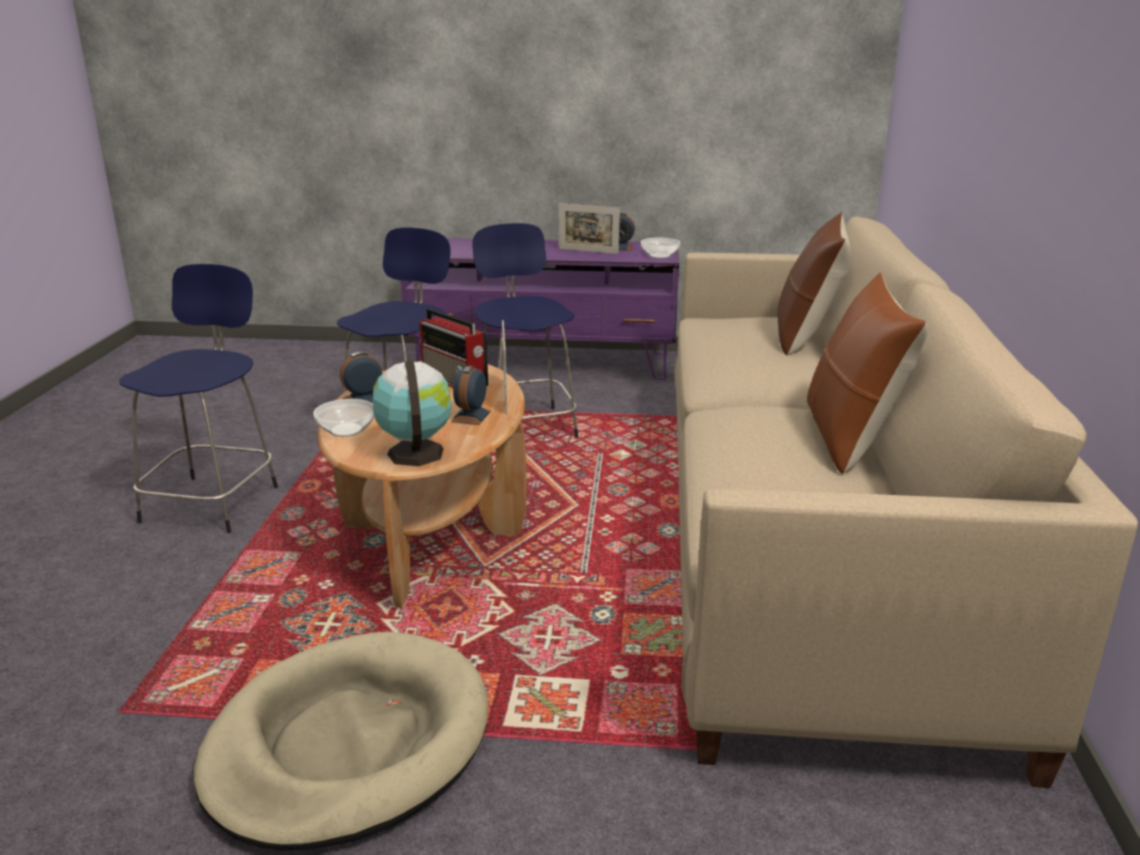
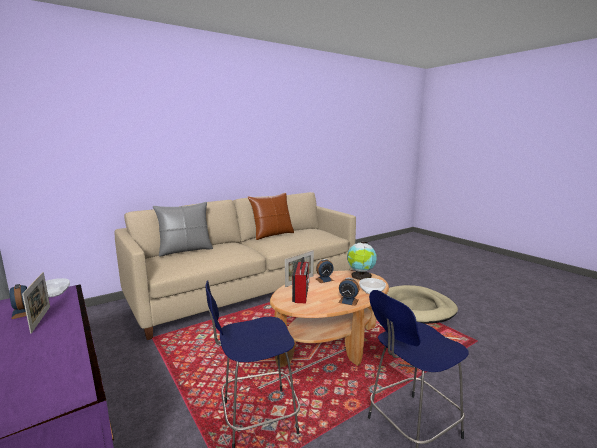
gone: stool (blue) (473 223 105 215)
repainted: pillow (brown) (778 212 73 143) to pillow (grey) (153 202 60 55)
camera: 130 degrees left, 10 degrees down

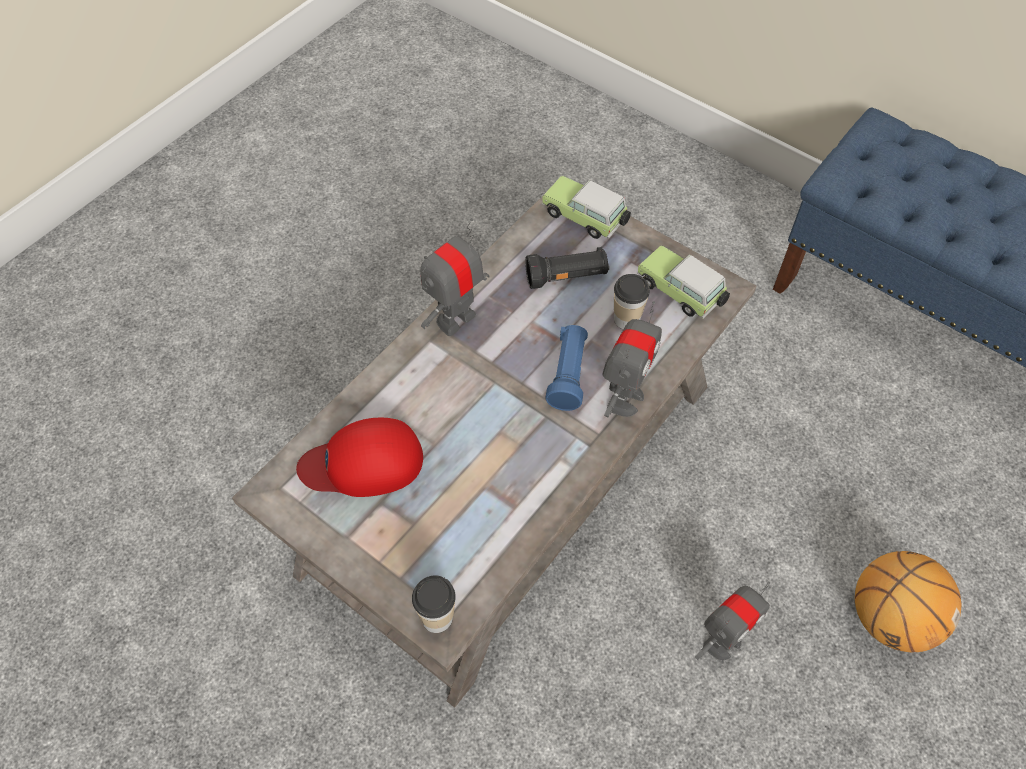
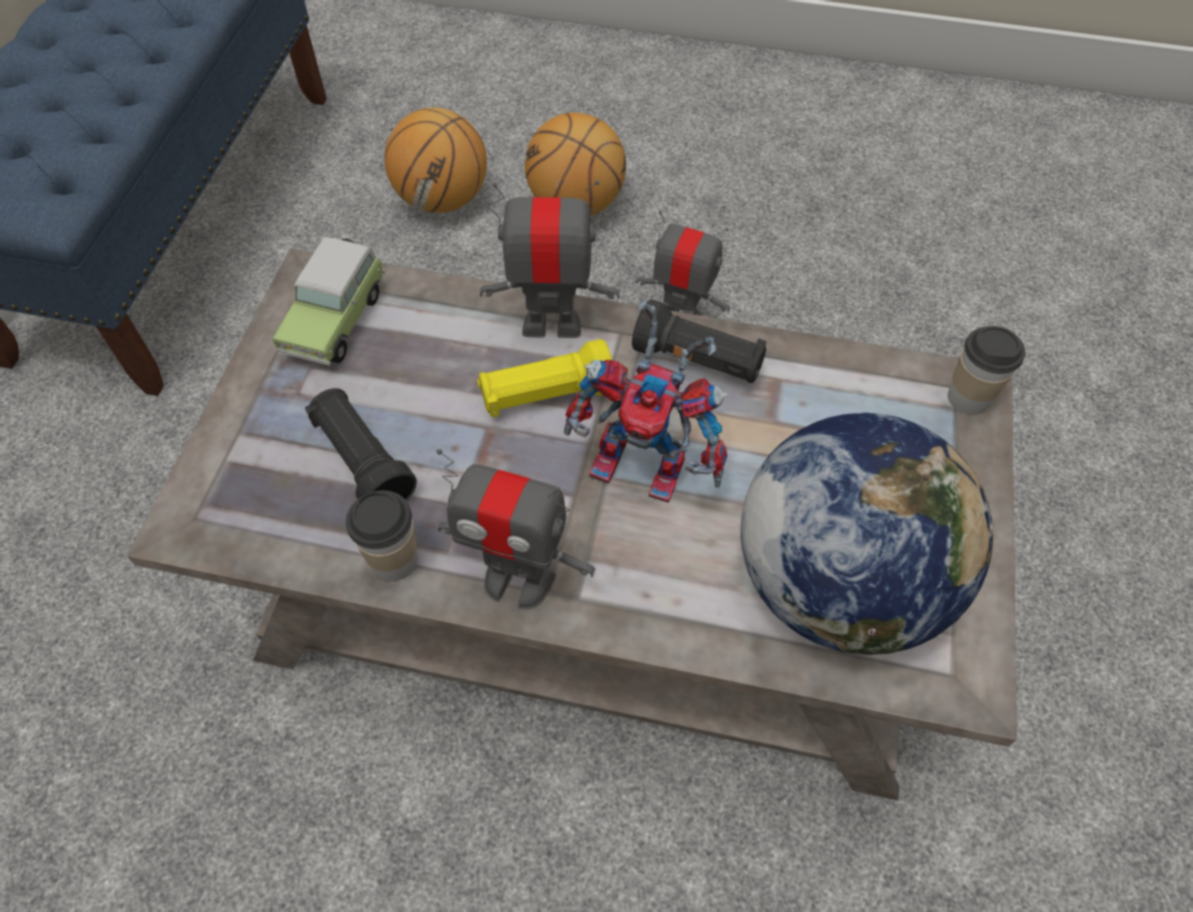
gone: toy car (542 176 89 63)
new: basketball (384 107 103 106); toy robot (564 301 164 202); flashlight (black) (632 299 135 84)
shifted: cup (614 274 36 55) to (346 490 72 91)
swapped: cap (red) (296 418 127 79) to globe (741 413 254 242)
repainted: flashlight (blue) (545 325 43 86) to flashlight (yellow) (477 339 135 78)
camera: 115 degrees left, 0 degrees up

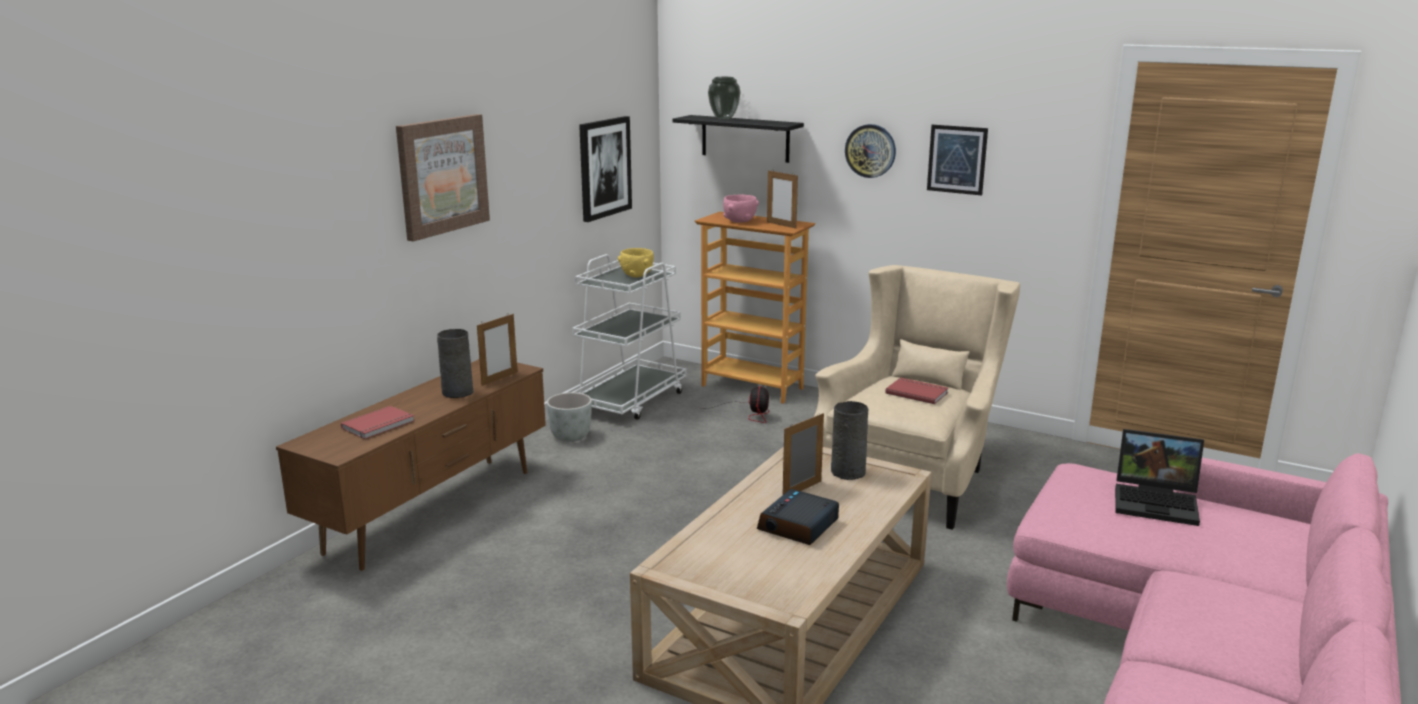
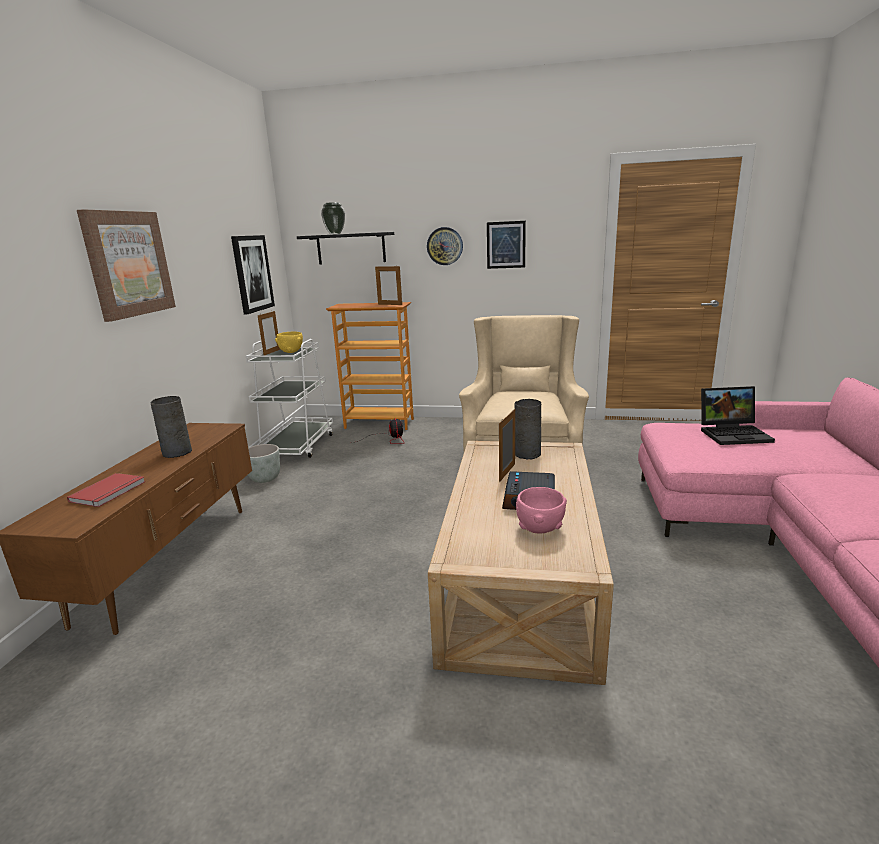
gone: book (red) (885 377 63 27)
shifted: picture frame (477 313 40 73) to (258 311 22 44); bowl (pink) (723 194 36 28) to (516 487 51 47)
camera: 20 degrees left, 0 degrees up

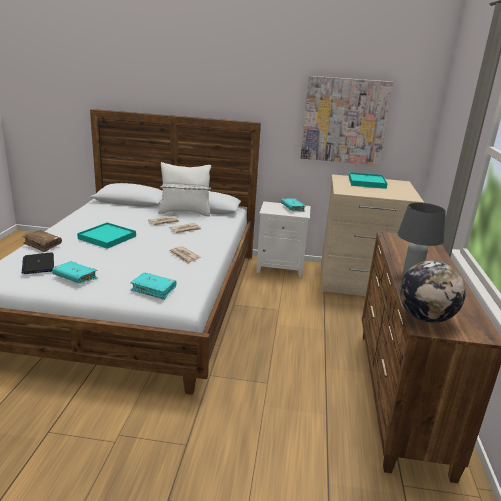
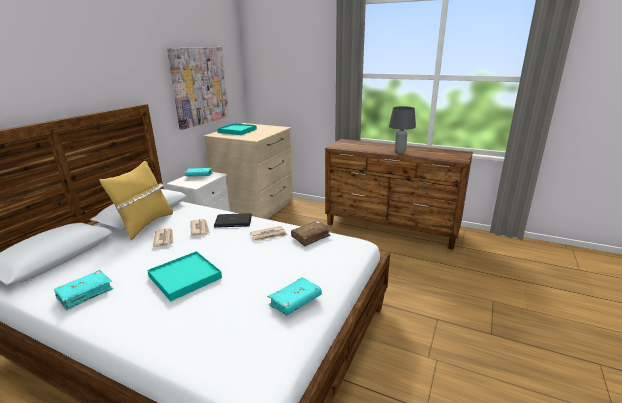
gone: globe (400 261 66 62)
shifted: book (brown) (22 230 40 22) to (291 221 40 25); laptop (22 252 32 22) to (214 213 38 15); book (turquoise) (130 272 47 28) to (54 270 59 40)
repainted: pillow (white) (158 162 53 55) to pillow (yellow) (99 161 74 79)
camera: 70 degrees left, 0 degrees up

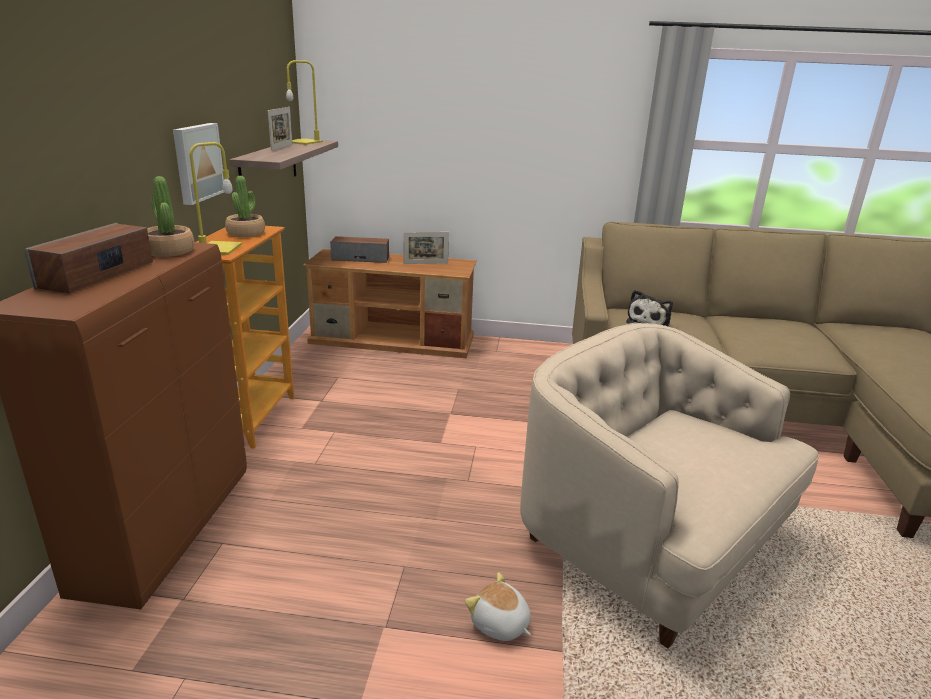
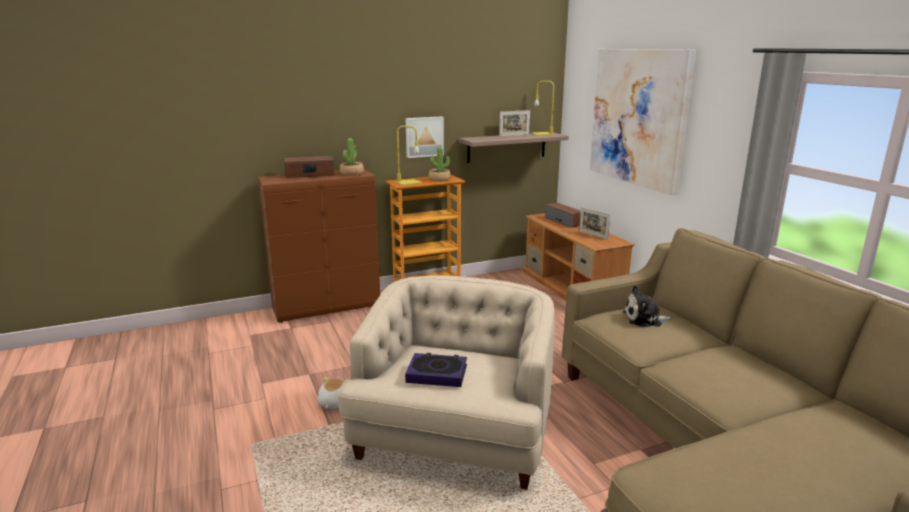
new: book (405 353 62 34); picture (590 49 106 146)
camera: 60 degrees right, 5 degrees down

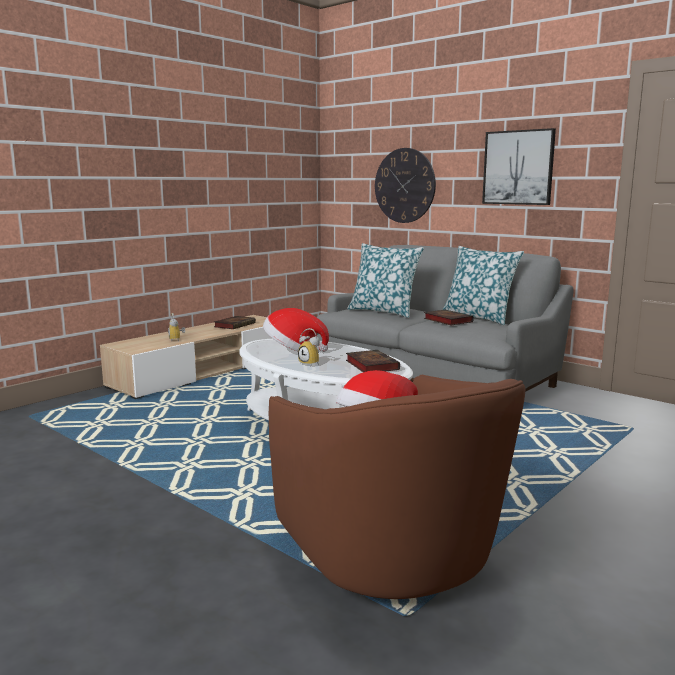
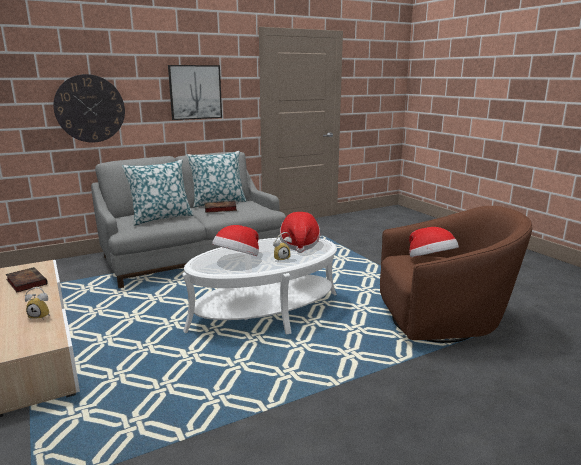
swapped: book (346 350 54 22) to hat (280 212 40 41)
camera: 70 degrees left, 5 degrees up

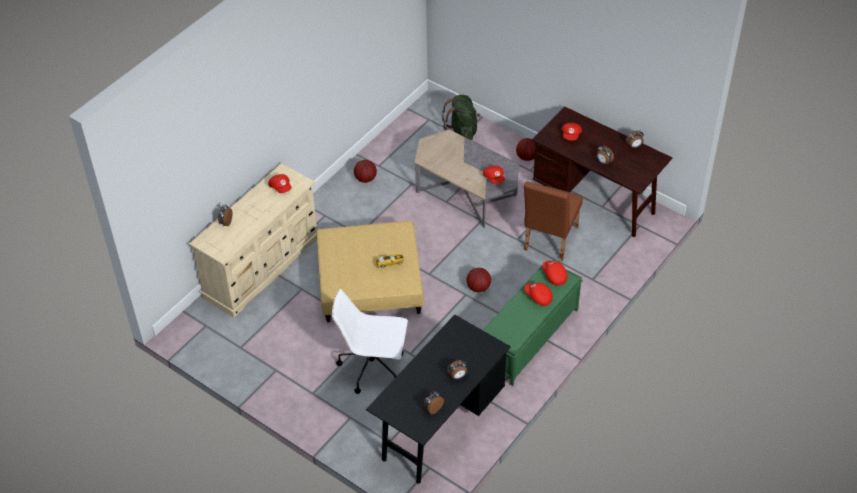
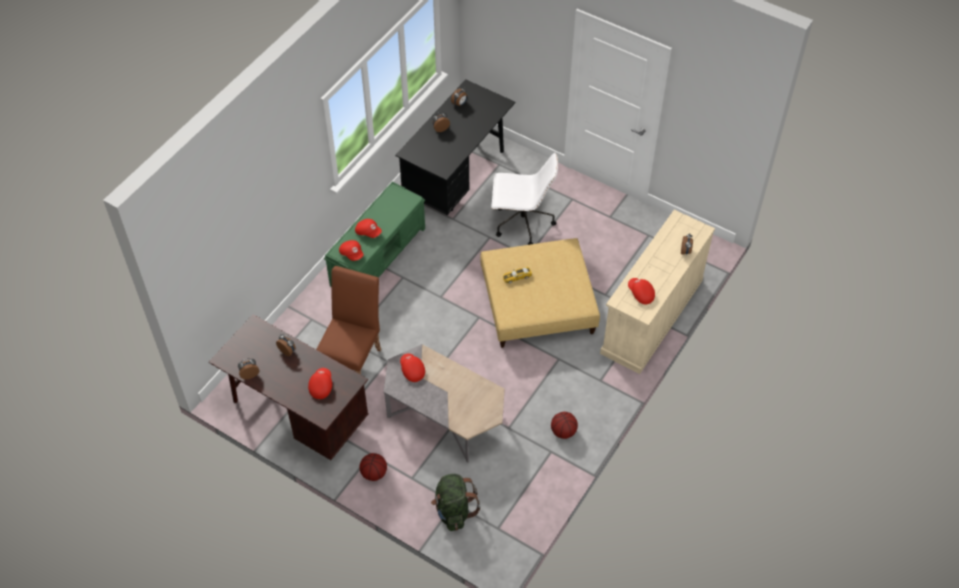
gone: basketball (466 268 25 24)
camera: 175 degrees right, 5 degrees up

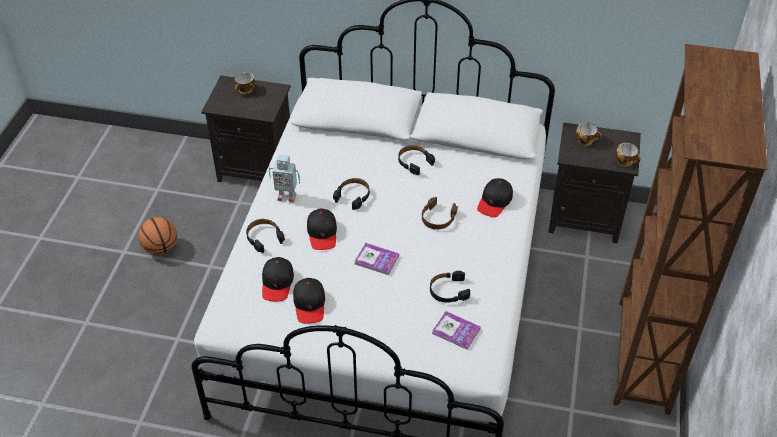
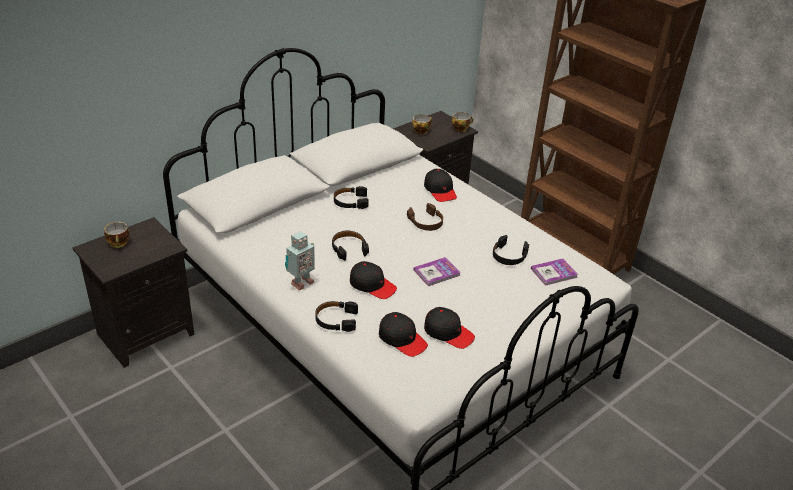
gone: basketball (138 217 39 38)
camera: 55 degrees left, 10 degrees down

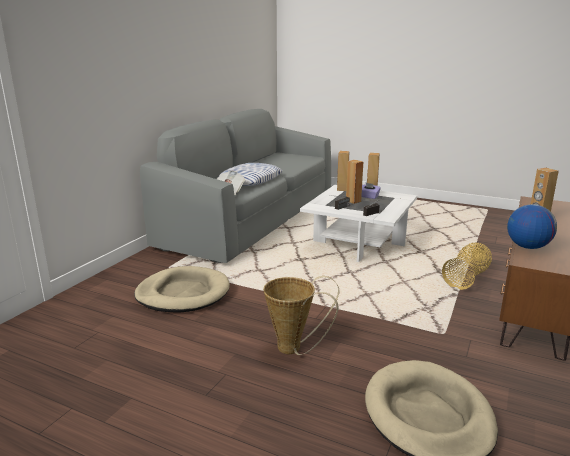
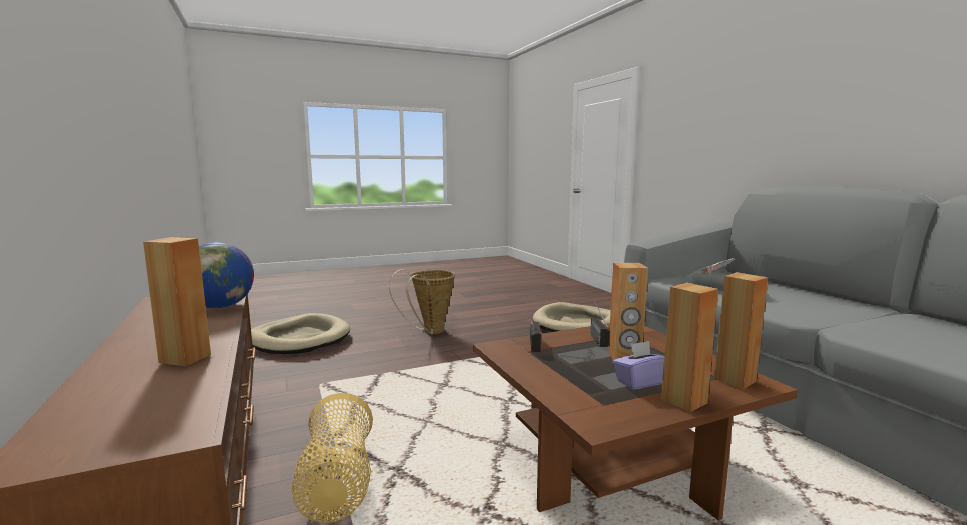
gone: pillow (218 163 64 23)
repainted: coffee table (white) (300 185 117 77) to coffee table (brown) (473 323 325 198)
camera: 130 degrees right, 10 degrees down

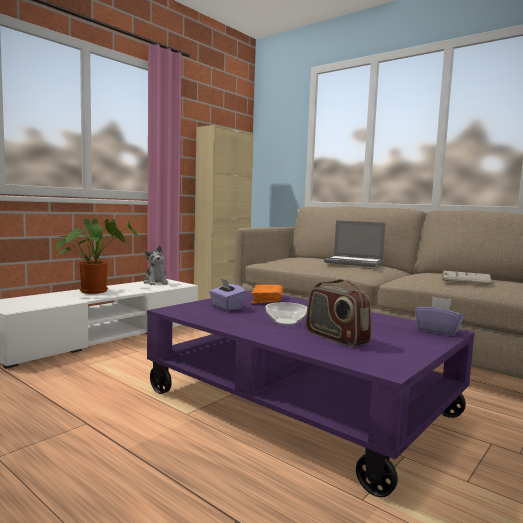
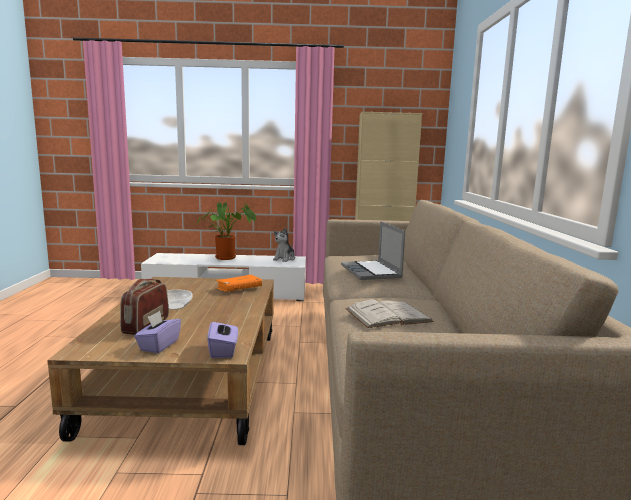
shifted: tissue box (purple) (209 278 38 33) to (134 311 47 42)
repainted: coffee table (purple) (147 291 328 206) to coffee table (brown) (47 277 227 168)
camera: 50 degrees right, 5 degrees up

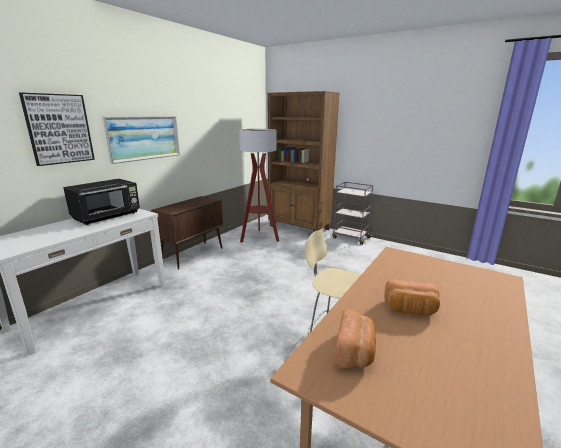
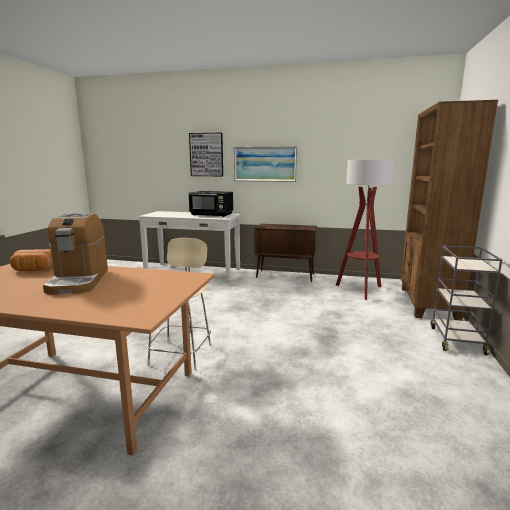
swapped: bread (384 280 56 35) to coffee machine (43 213 65 82)
camera: 70 degrees right, 5 degrees down

